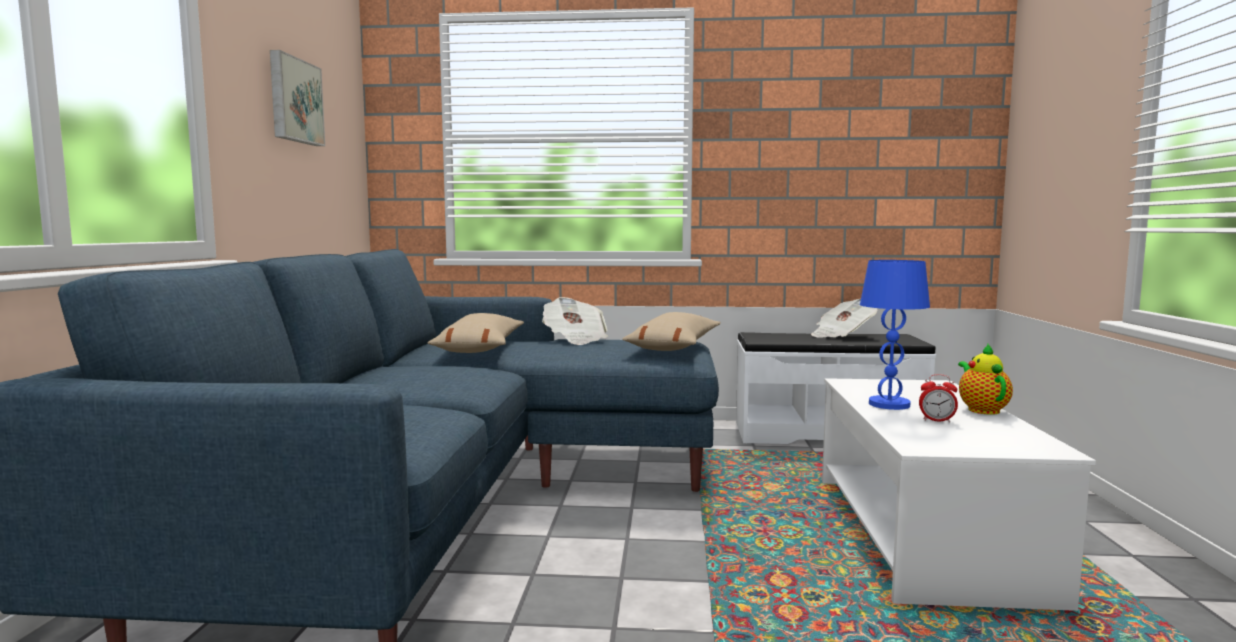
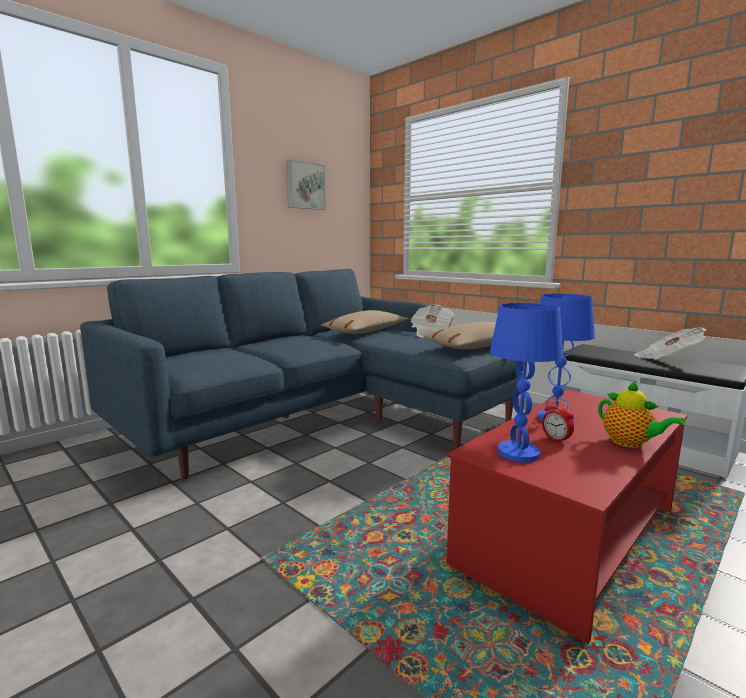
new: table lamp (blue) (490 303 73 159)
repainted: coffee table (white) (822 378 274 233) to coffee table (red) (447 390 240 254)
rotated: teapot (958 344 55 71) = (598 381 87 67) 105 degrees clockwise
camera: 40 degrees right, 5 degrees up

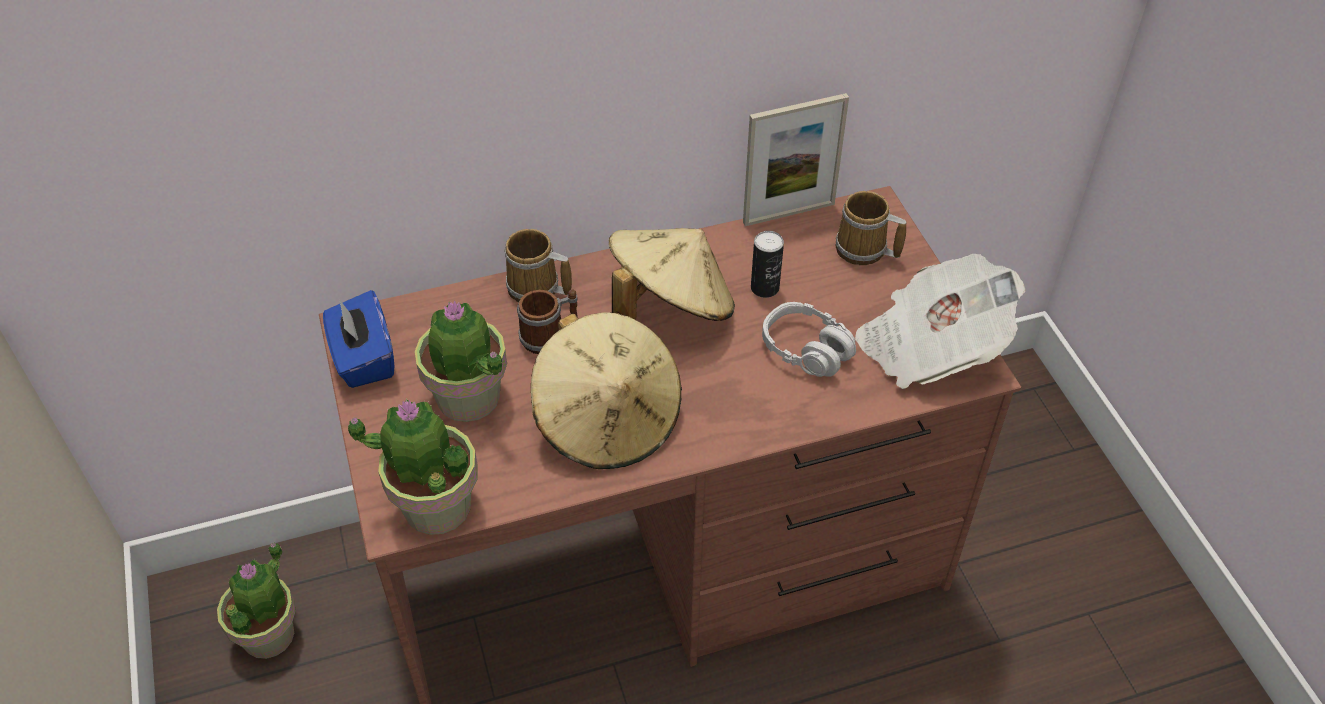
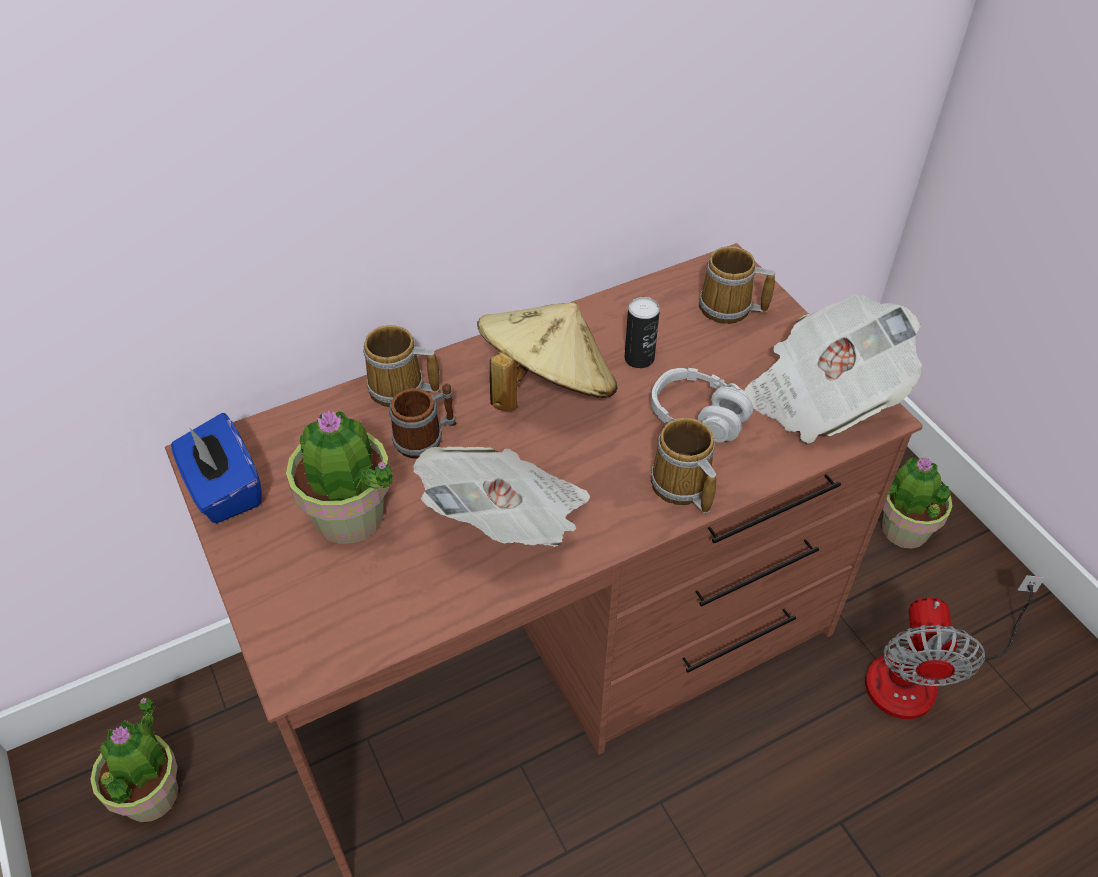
gone: picture frame (743 93 106 133)
new: mug (650 418 66 95); fan (865 575 180 144)
shifted: potted plant (347 398 131 137) to (882 457 71 92)
swapped: hat (beige) (531 313 151 156) to newspaper (413 447 177 100)
camera: 10 degrees left, 0 degrees up

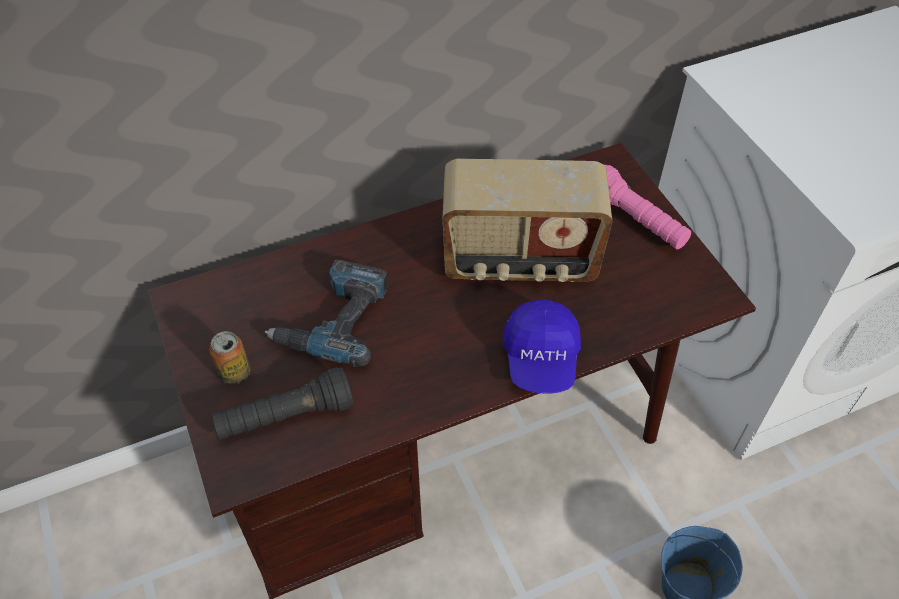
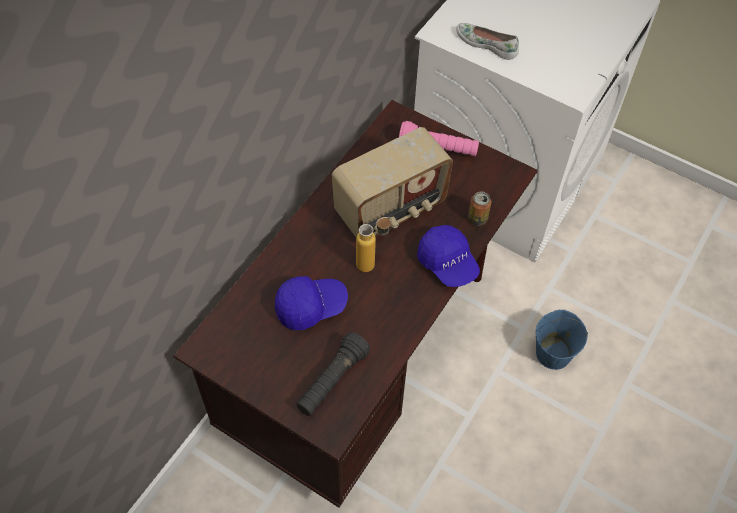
new: bottle (356 217 36 55); shoe (white) (456 23 63 37)
shifted: can (209 331 41 54) to (468 192 23 34)
swapped: power drill (265 259 123 108) to cap (blue) (275 276 73 55)
camera: 35 degrees left, 5 degrees up

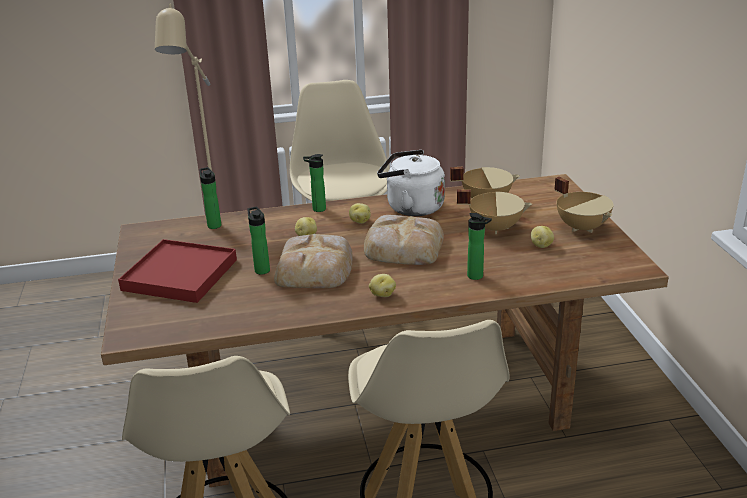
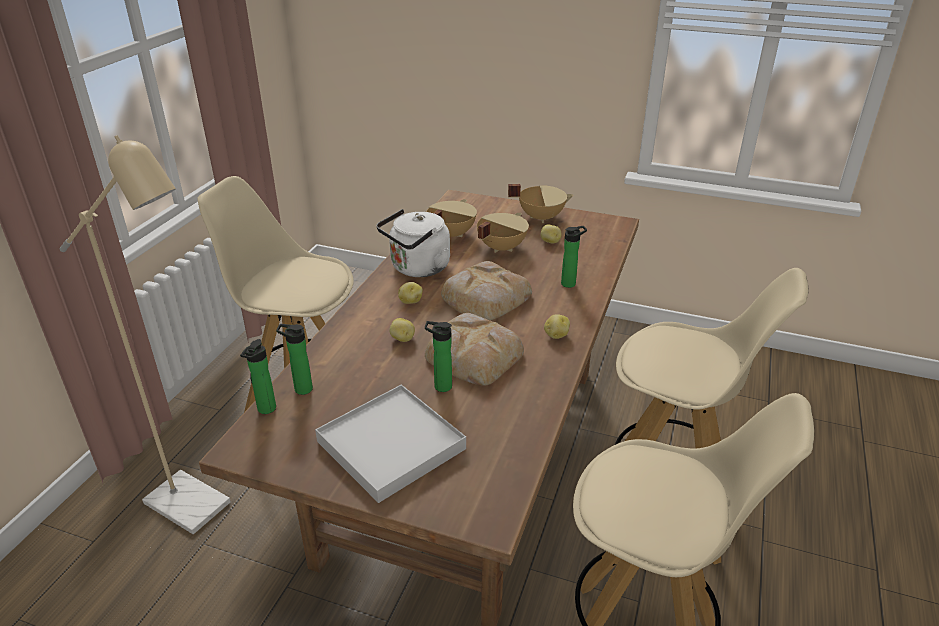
shifted: bottle (303 154 23 58) to (240 339 36 75)
repainted: tray (red) (118 239 119 64) to tray (white) (315 385 151 118)
camera: 60 degrees left, 5 degrees up

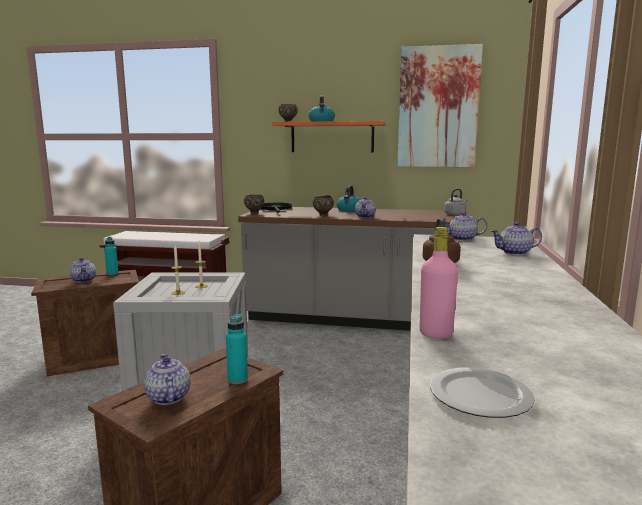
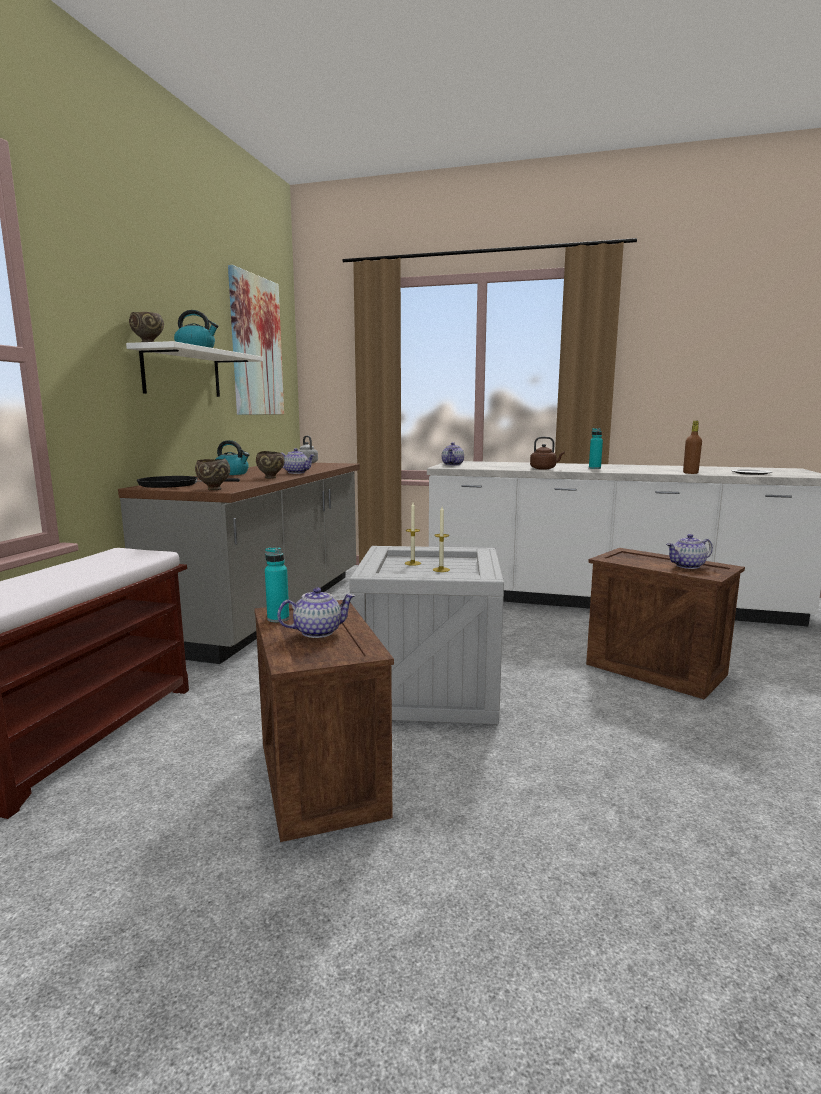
gone: teapot (491 222 51 33)
shifted: bottle (turquoise) (226 314 22 70) to (589 428 14 41)
repainted: shelf (orange) (272 121 114 32) to shelf (white) (126 341 137 56); bottle (pink) (420 227 38 112) to bottle (brown) (683 421 19 53)
camera: 85 degrees left, 0 degrees up

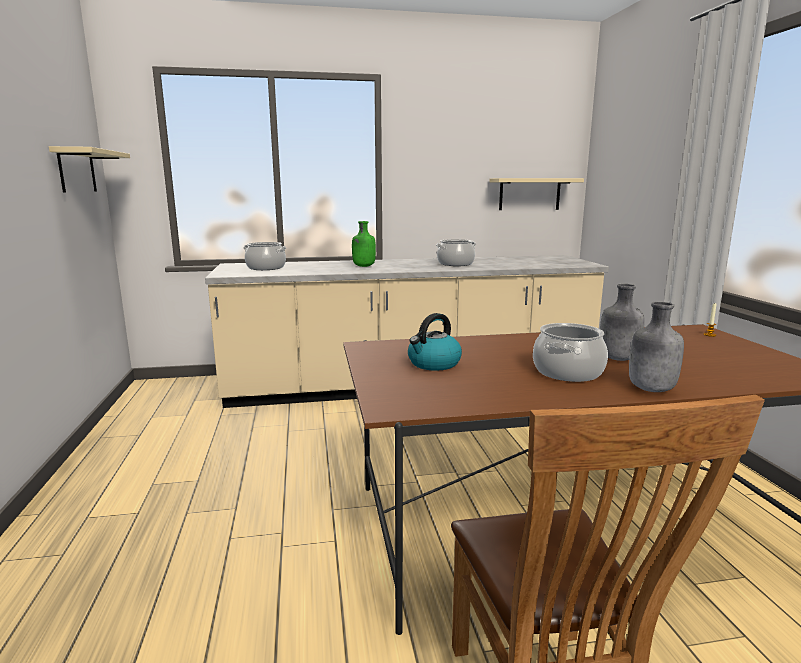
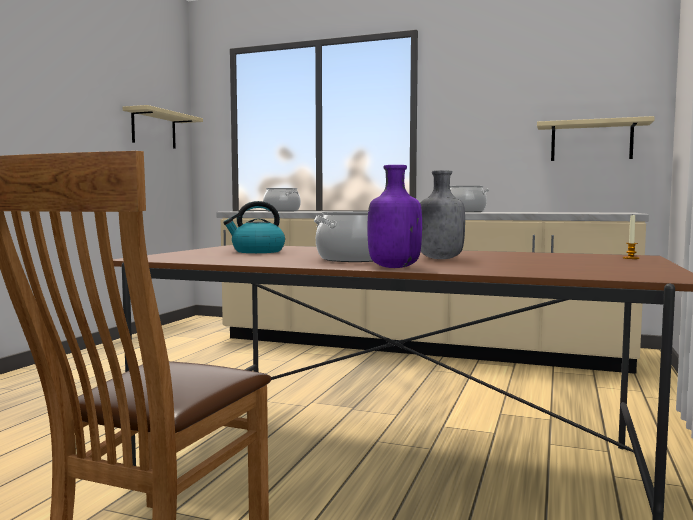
gone: bottle (green) (352 221 24 46)
repainted: bottle (grey) (629 301 55 91) to bottle (purple) (368 165 54 103)
camera: 30 degrees right, 10 degrees down

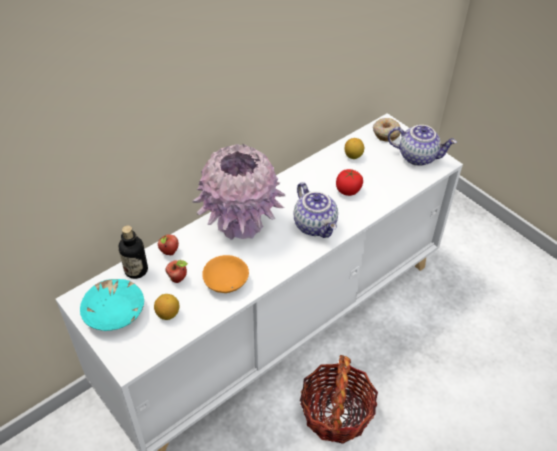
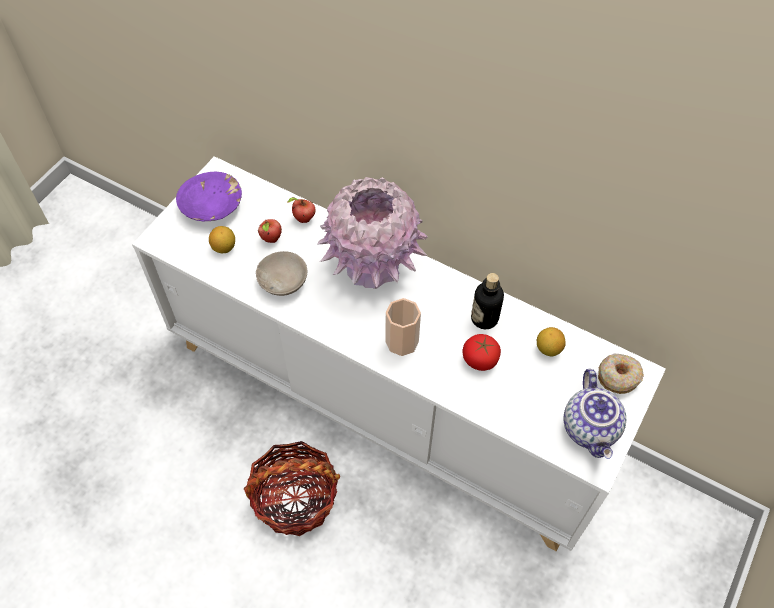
shifted: bottle (118 226 30 53) to (471 273 33 56)
swapped: teapot (294 182 44 56) to cup (385 298 36 58)
repainted: bowl (turquoise) (80 279 64 52) to bowl (purple) (176 172 66 49); bowl (orange) (202 255 47 38) to bowl (beige) (256 251 51 45)
camera: 70 degrees right, 10 degrees up

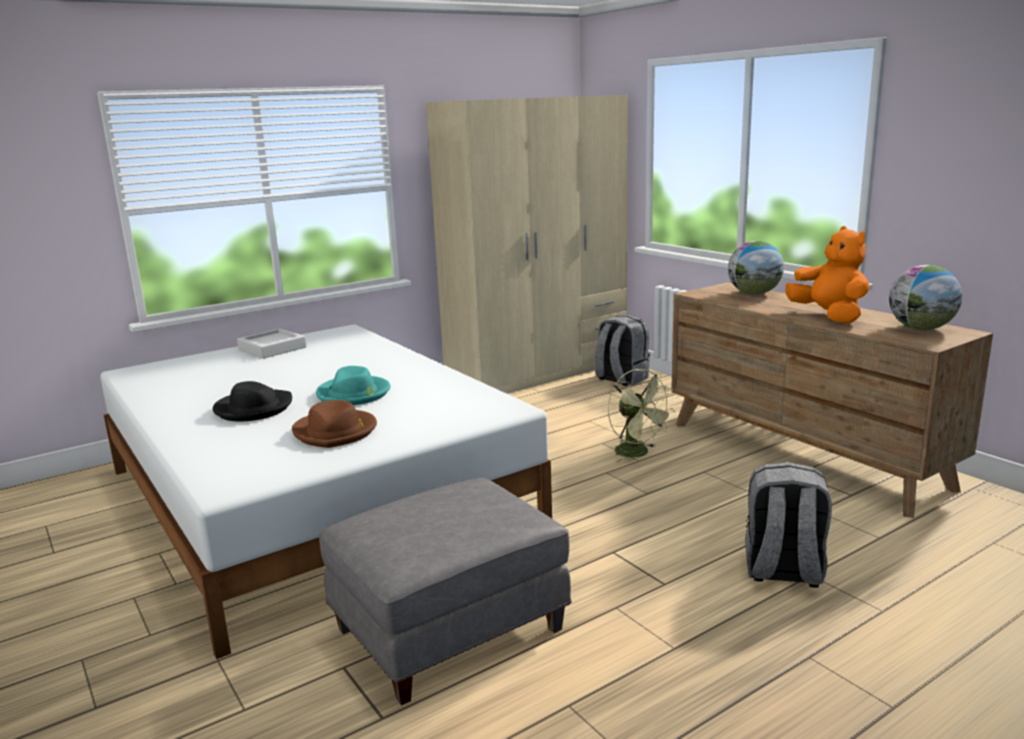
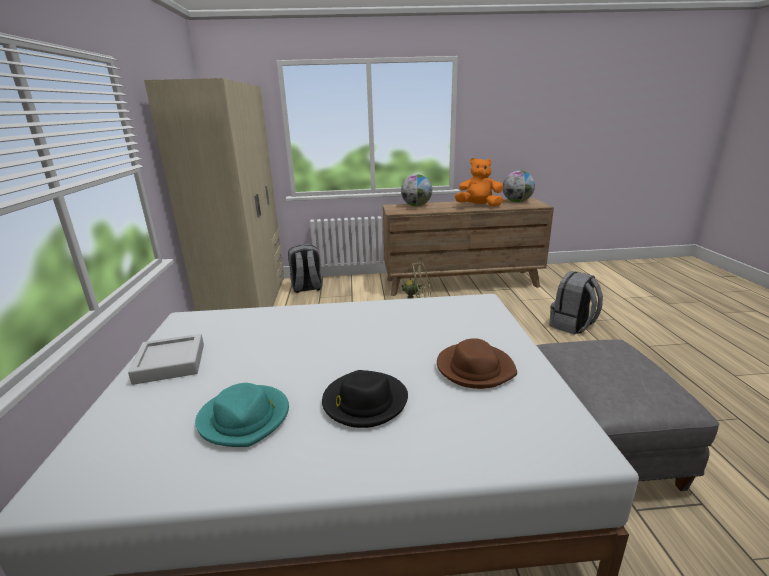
shifted: hat (turquoise) (316 366 74 39) to (195 383 94 64)
camera: 60 degrees left, 5 degrees up

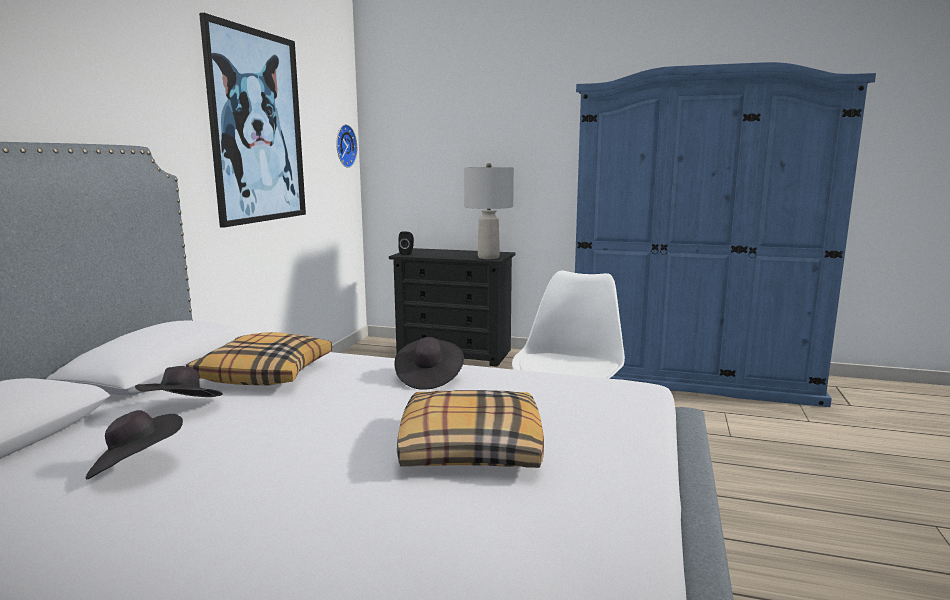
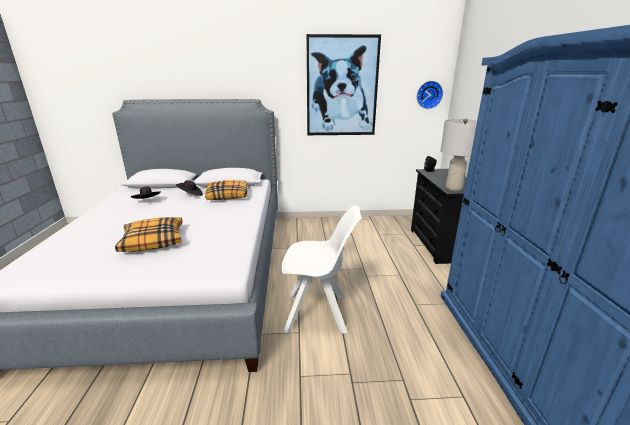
gone: hat (black) (394 337 70 53)
camera: 70 degrees right, 10 degrees up

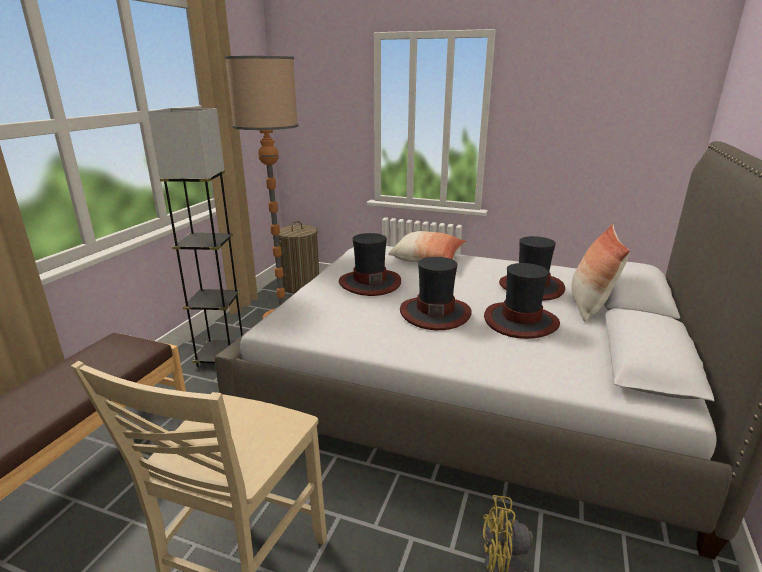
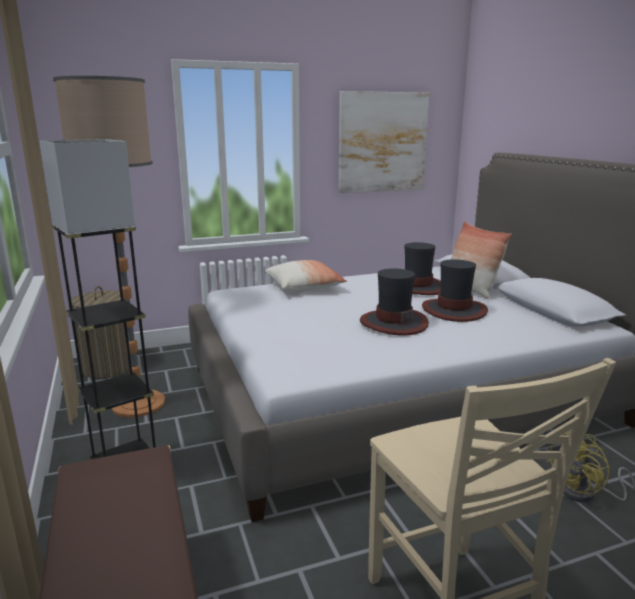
gone: hat (339 233 62 63)
new: picture (338 91 91 102)
camera: 40 degrees left, 5 degrees down

